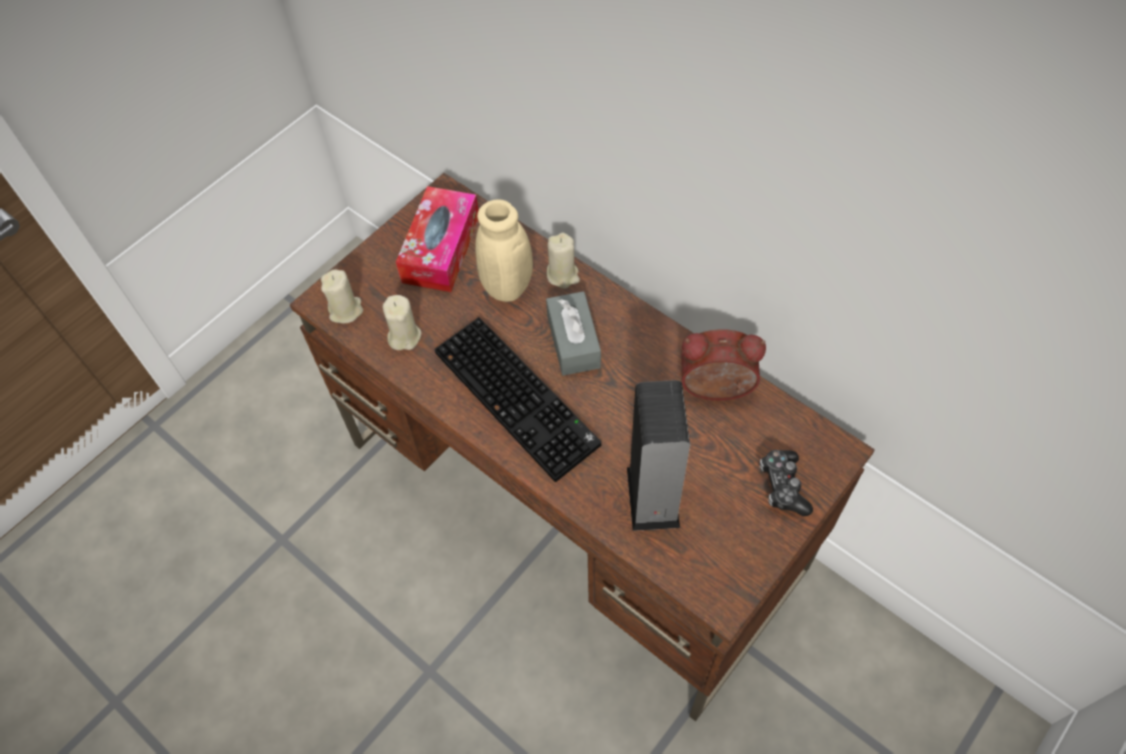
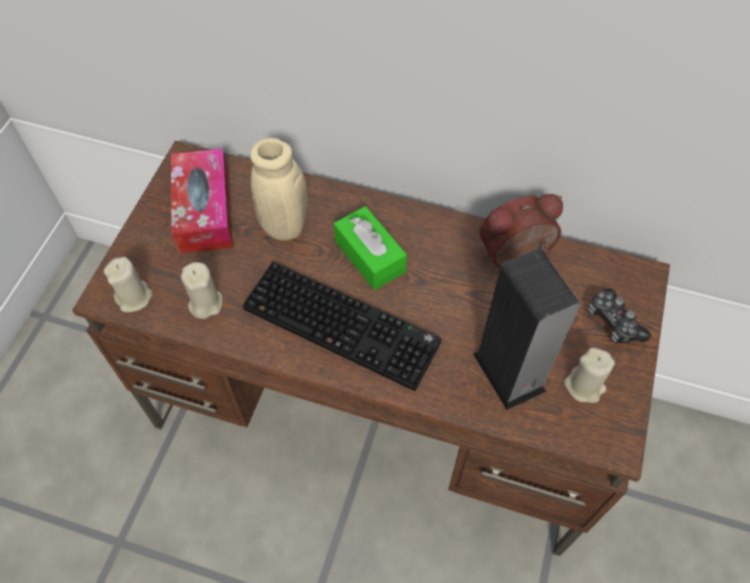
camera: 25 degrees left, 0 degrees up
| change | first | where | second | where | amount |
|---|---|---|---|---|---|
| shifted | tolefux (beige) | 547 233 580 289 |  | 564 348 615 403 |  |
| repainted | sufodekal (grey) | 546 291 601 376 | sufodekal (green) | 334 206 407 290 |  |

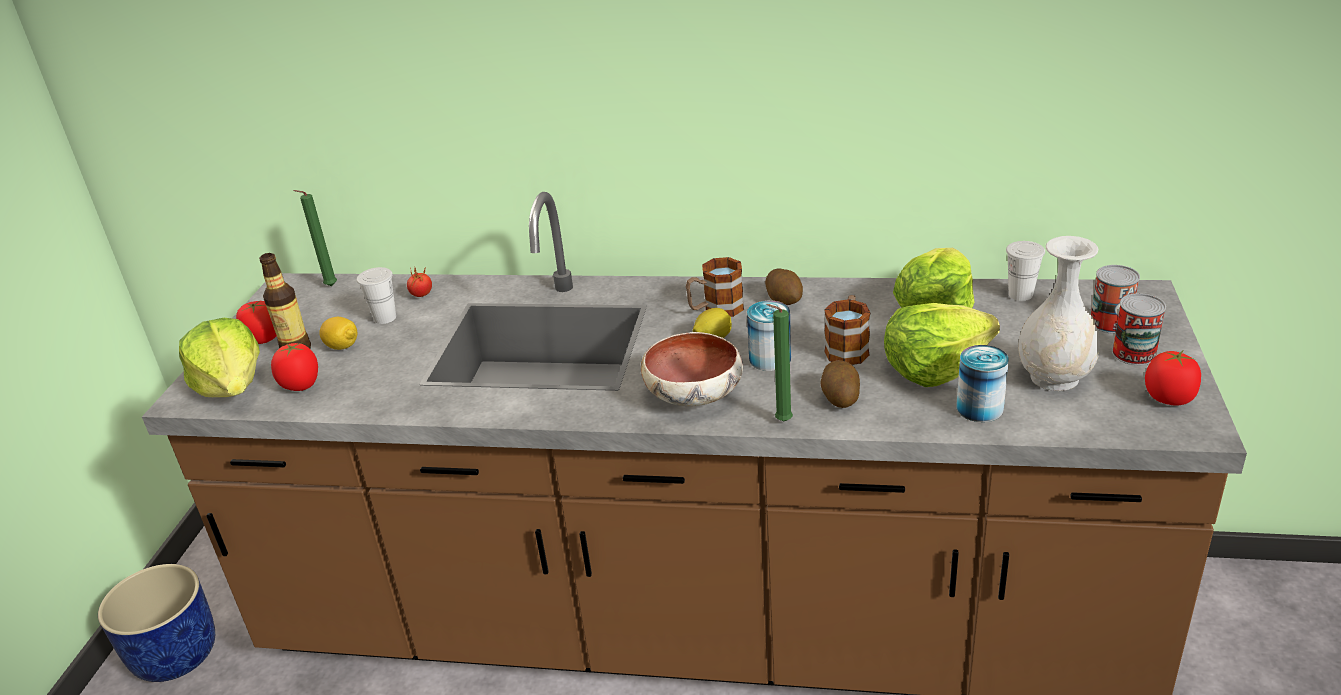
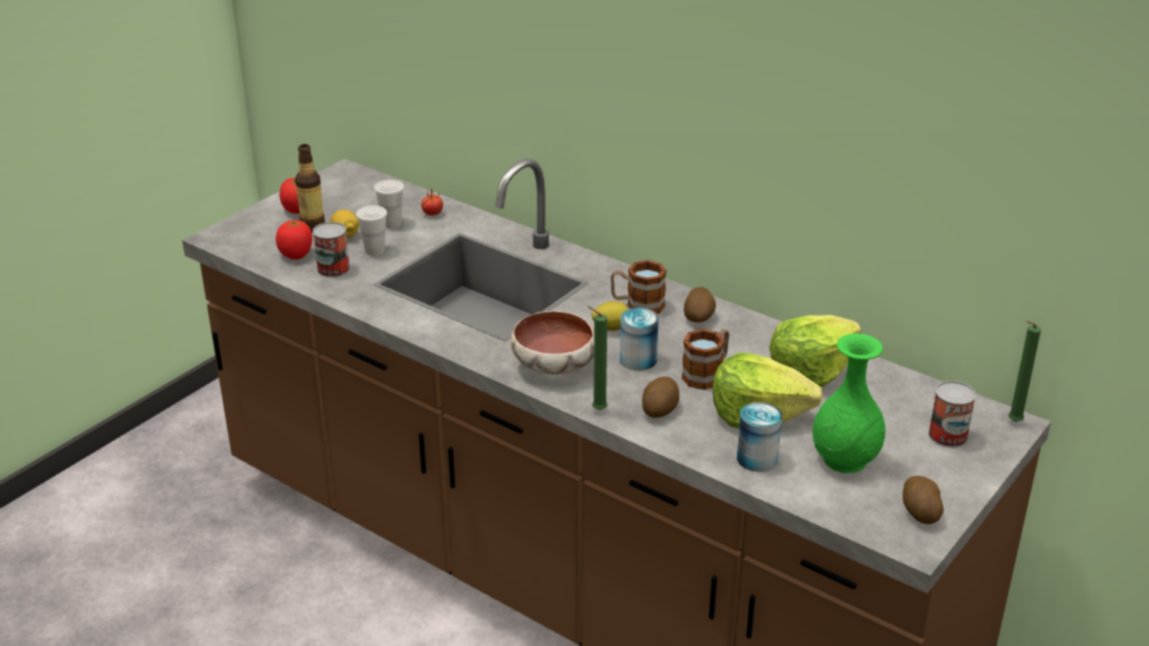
camera: 25 degrees right, 0 degrees up
| change | first | where | second | where | amount |
|---|---|---|---|---|---|
| gone | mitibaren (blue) | 98 564 215 682 |  |  |  |
| gone | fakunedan | 179 318 260 397 |  |  |  |
| shifted | tolefux (green) | 294 190 337 286 |  | 1008 321 1041 422 |  |
| shifted | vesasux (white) | 1006 241 1045 301 |  | 356 206 387 256 |  |
| shifted | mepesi | 1112 293 1166 365 |  | 313 222 350 278 |  |
| swapped | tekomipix | 1145 351 1201 406 | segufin | 903 476 944 524 |  |
| repainted | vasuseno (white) | 1018 236 1100 391 | vasuseno (green) | 813 333 885 473 |  |

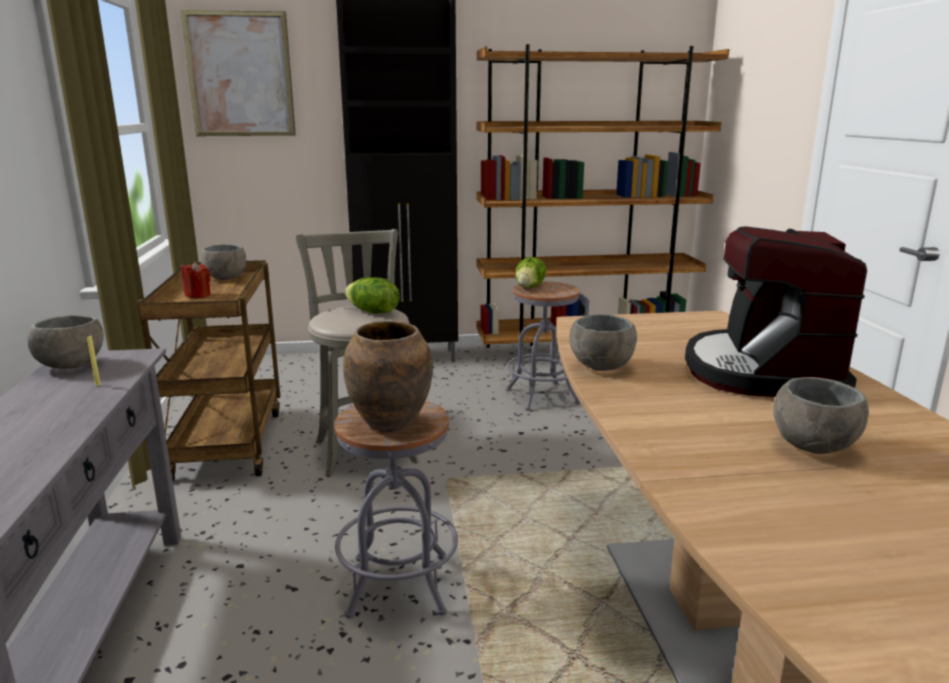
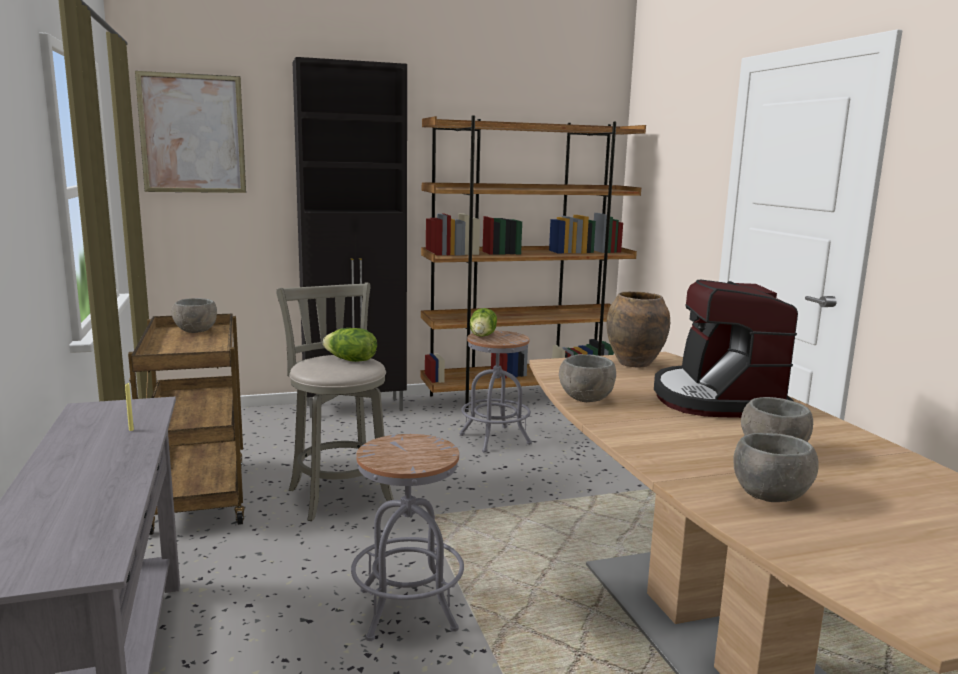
camera: 10 degrees left, 5 degrees down
| change | first | where | second | where | amount |
|---|---|---|---|---|---|
| gone | tolefux (red) | 182 262 211 298 |  |  |  |
| shifted | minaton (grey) | 28 315 104 369 |  | 733 433 819 502 |  |
| shifted | vasuseno (brown) | 343 321 433 432 |  | 607 291 670 368 |  |

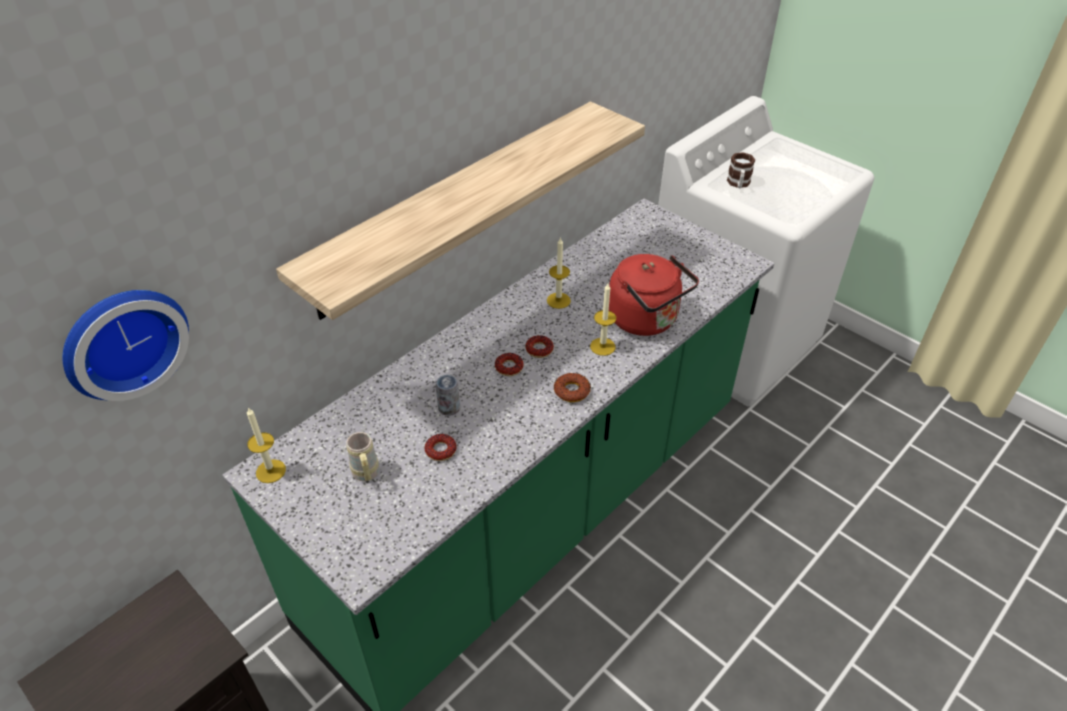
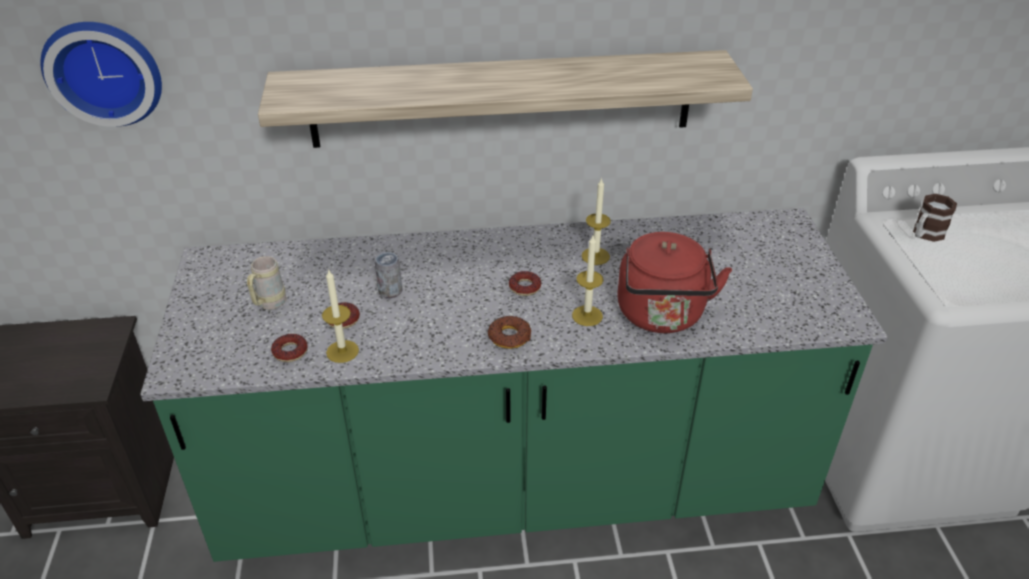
camera: 40 degrees right, 5 degrees down
| change | first | where | second | where | amount |
|---|---|---|---|---|---|
| shifted | tolefux | 247 408 286 483 |  | 322 269 359 363 |  |
| shifted | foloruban | 495 353 524 376 |  | 271 334 308 362 |  |

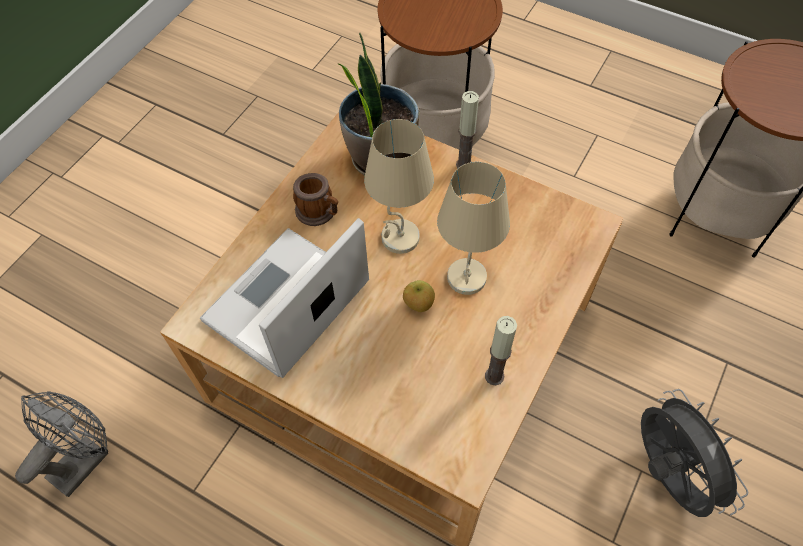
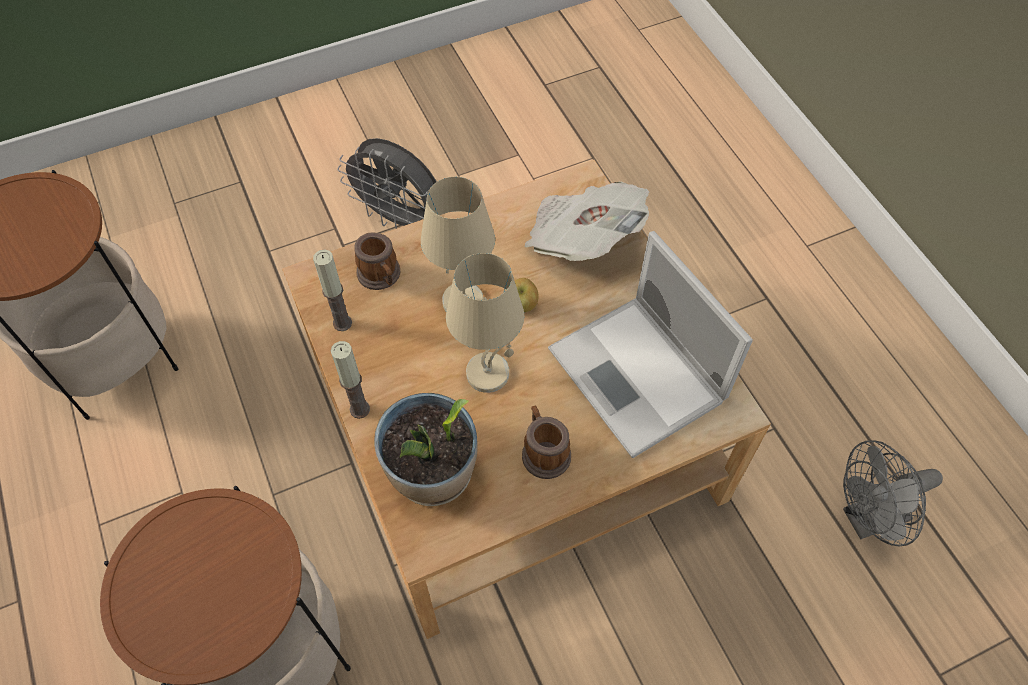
camera: 145 degrees left, 0 degrees up
| change | first | where | second | where | amount |
|---|---|---|---|---|---|
| new |  |  | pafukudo | 354 233 400 290 |  |
| new |  |  | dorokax | 524 181 649 261 |  |
| shifted | tolefux | 485 316 517 385 |  | 313 250 352 331 |  |
| rotated | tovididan | 200 218 369 378 |  | 548 231 753 458 | 75 degrees clockwise |
| rotated | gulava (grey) | 641 389 748 517 |  | 337 138 436 229 | 75 degrees counterclockwise |

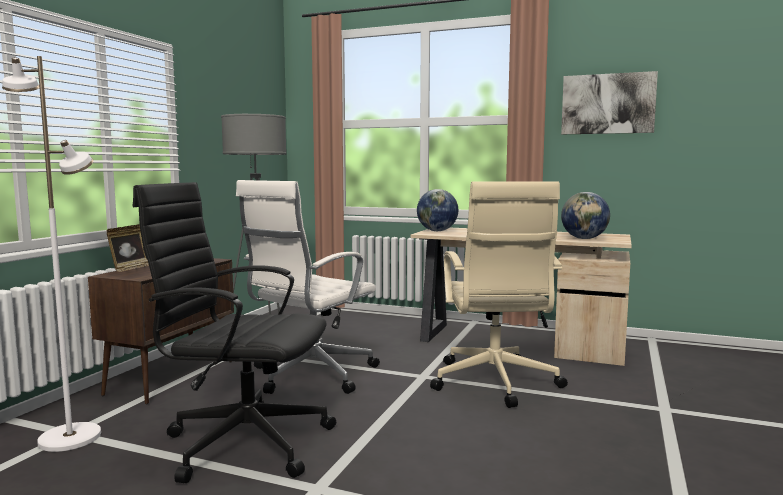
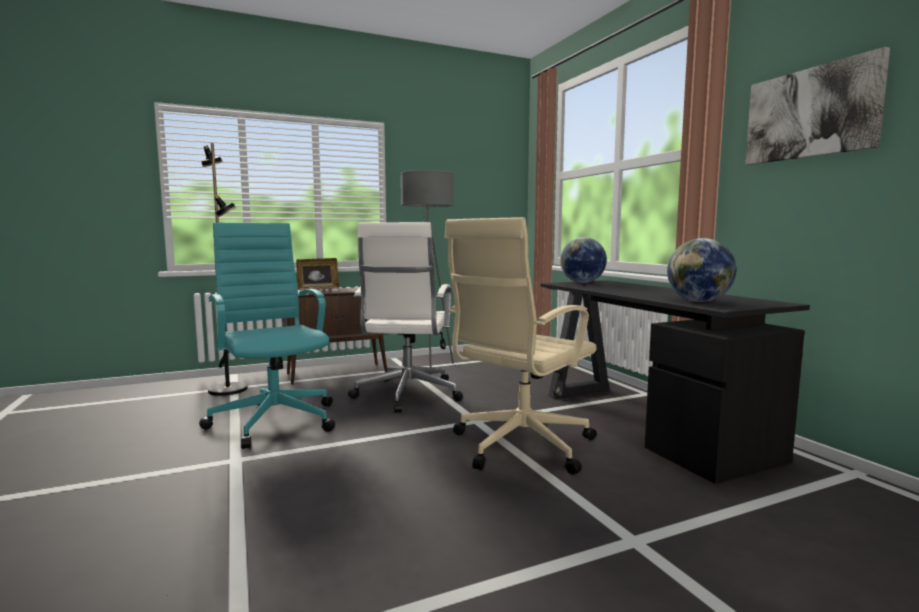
camera: 45 degrees right, 0 degrees up
| change | first | where | second | where | amount |
|---|---|---|---|---|---|
| repainted | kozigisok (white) | 2 56 101 452 | kozigisok (black) | 201 143 248 396 |  |
| repainted | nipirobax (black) | 133 182 336 483 | nipirobax (turquoise) | 199 222 335 449 |  |
| repainted | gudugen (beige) | 411 228 632 366 | gudugen (black) | 541 280 810 484 |  |
| rotated | nipirobax (white) | 236 180 380 394 |  | 348 222 463 413 | 75 degrees counterclockwise |

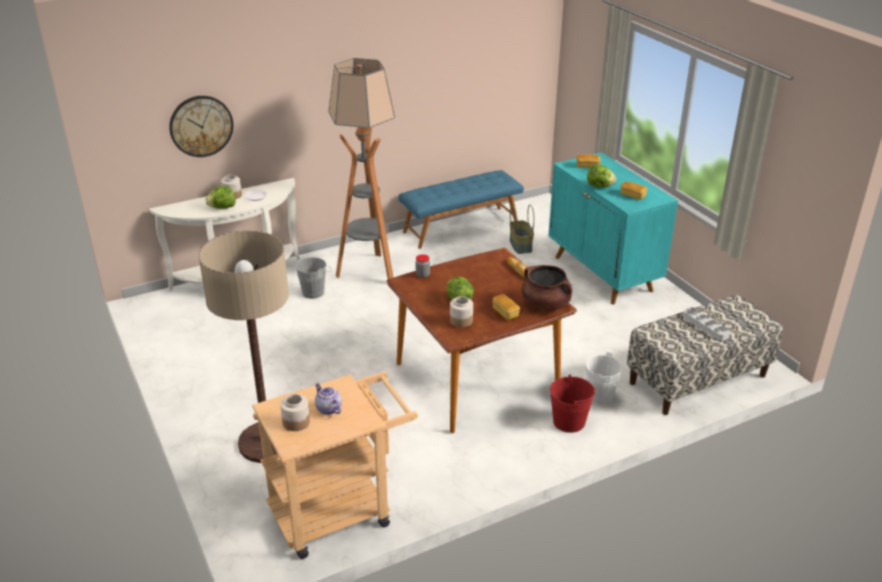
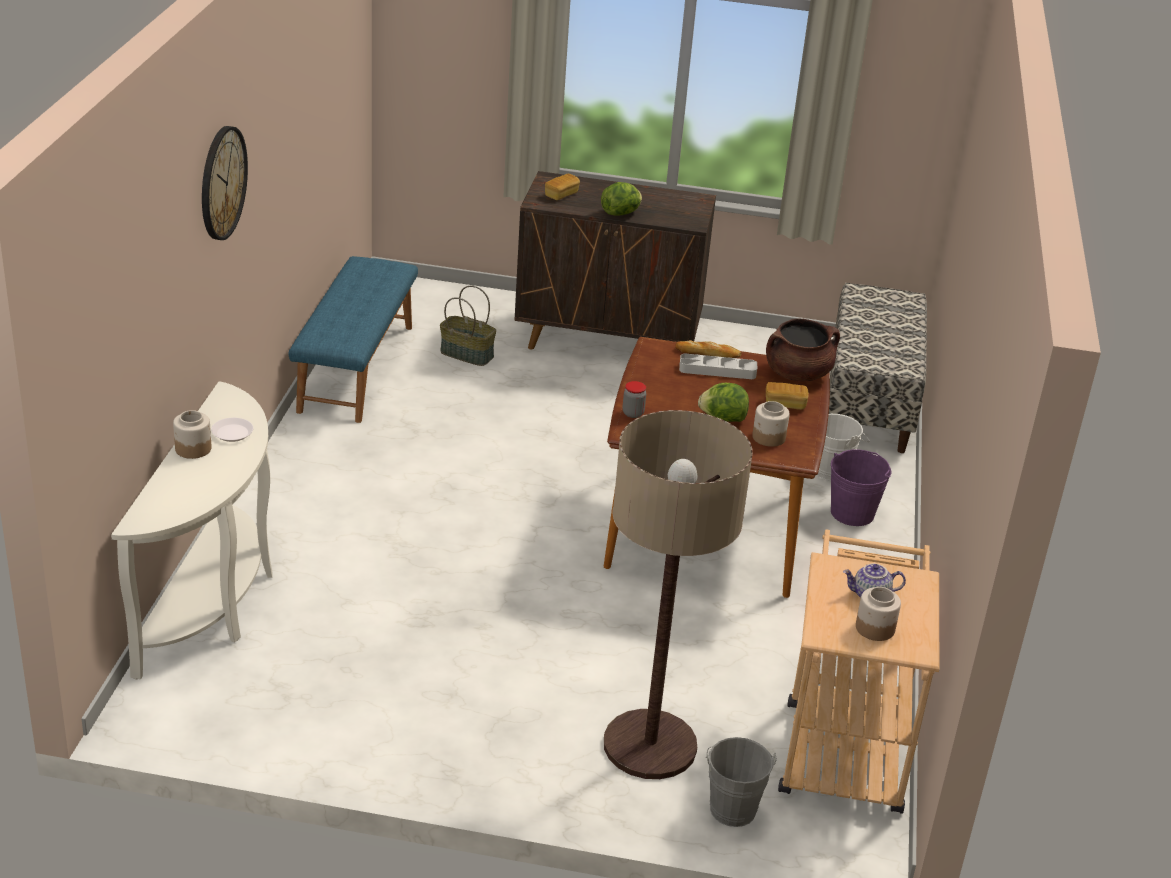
camera: 55 degrees left, 0 degrees up
| change | first | where | second | where | amount |
|---|---|---|---|---|---|
| gone | fakunedan | 206 186 236 209 |  |  |  |
| gone | kozigisok | 328 58 395 279 |  |  |  |
| gone | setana | 621 181 647 200 |  |  |  |
| shifted | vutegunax | 169 96 233 157 |  | 202 126 248 240 |  |
| shifted | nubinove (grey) | 295 256 332 299 |  | 706 737 777 827 |  |
| shifted | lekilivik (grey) | 683 307 730 341 |  | 679 354 757 379 |  |
| repainted | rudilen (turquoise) | 548 152 678 304 | rudilen (brown) | 515 171 716 350 |  |
| repainted | nubinove (red) | 550 375 596 433 | nubinove (purple) | 831 449 891 526 |  |

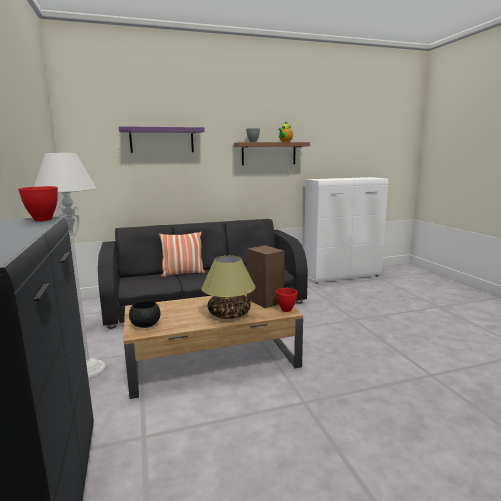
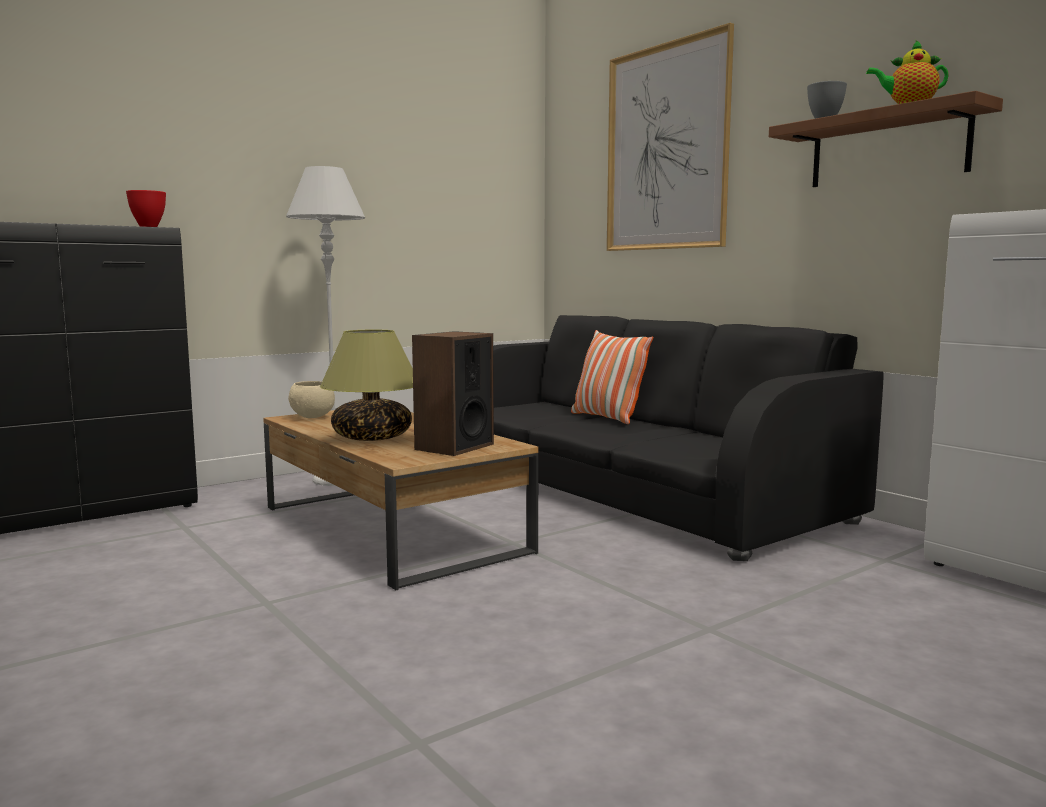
camera: 70 degrees right, 5 degrees down
| change | first | where | second | where | amount |
|---|---|---|---|---|---|
| gone | minaton (red) | 276 288 297 312 |  |  |  |
| swapped | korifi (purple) | 119 126 205 153 | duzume | 607 23 734 251 |  |
| repainted | minaton (black) | 129 301 160 328 | minaton (beige) | 288 381 335 418 |  |

